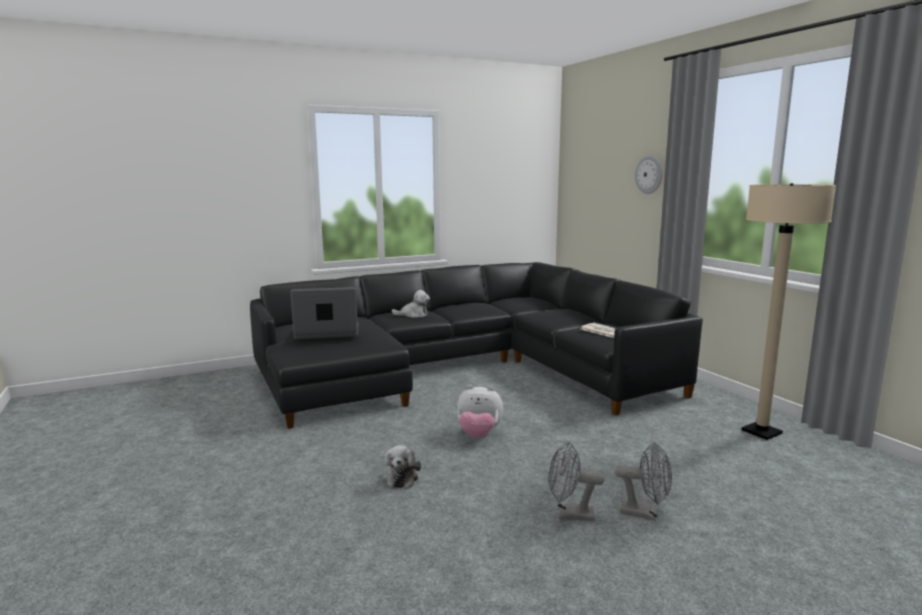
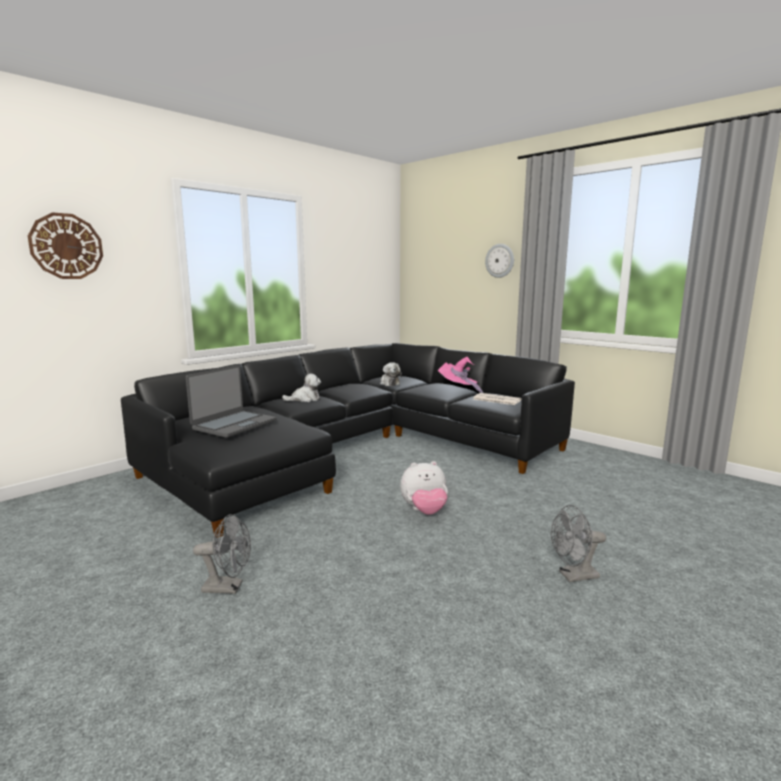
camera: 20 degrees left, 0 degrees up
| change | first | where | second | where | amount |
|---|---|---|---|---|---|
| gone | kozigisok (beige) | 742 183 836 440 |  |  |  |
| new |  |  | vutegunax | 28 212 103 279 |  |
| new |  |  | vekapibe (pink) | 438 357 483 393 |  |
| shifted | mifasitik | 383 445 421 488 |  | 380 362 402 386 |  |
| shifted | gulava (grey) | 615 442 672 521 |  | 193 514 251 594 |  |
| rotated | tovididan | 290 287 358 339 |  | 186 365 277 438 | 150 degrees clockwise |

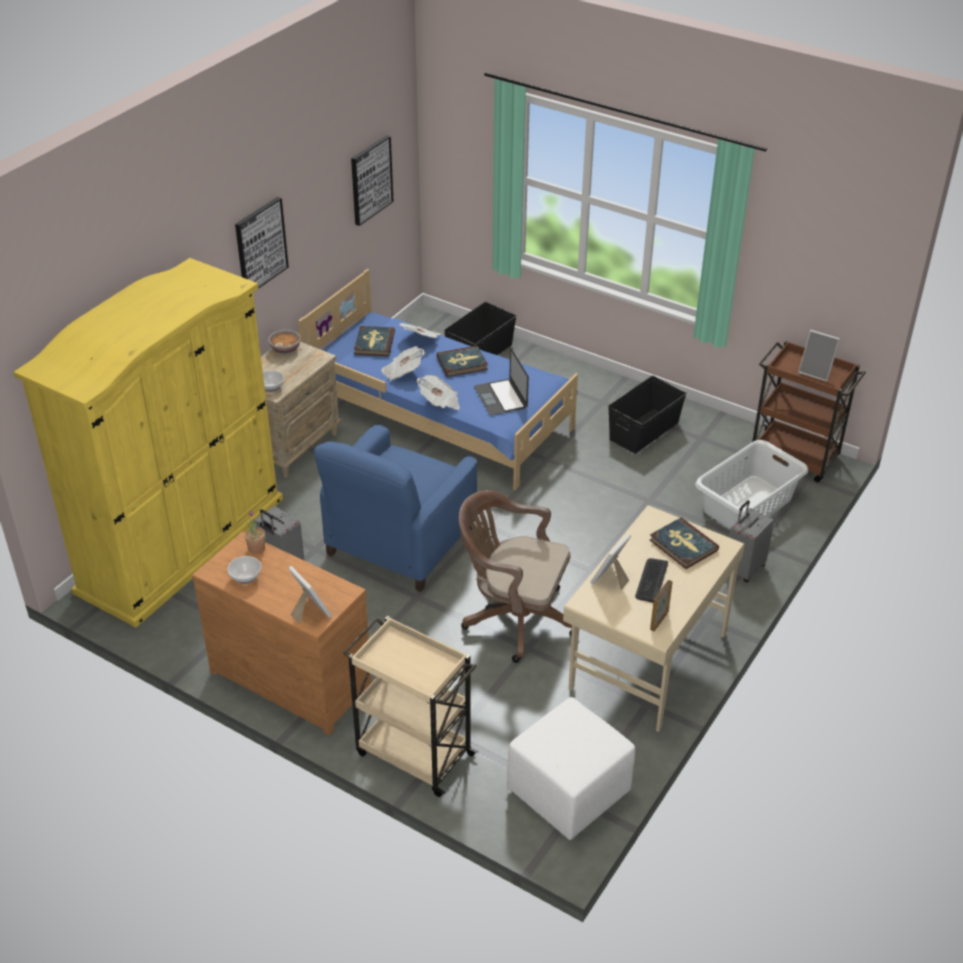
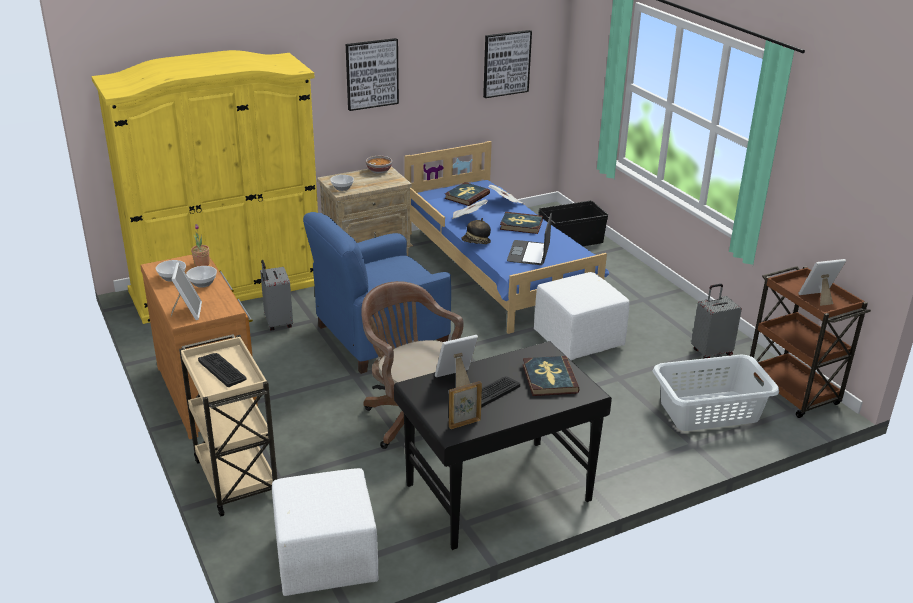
camera: 30 degrees right, 10 degrees down
| change | first | where | second | where | amount |
|---|---|---|---|---|---|
| gone | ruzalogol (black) | 608 376 686 454 |  |  |  |
| new |  |  | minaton | 186 266 217 288 |  |
| new |  |  | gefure | 198 353 247 387 |  |
| new |  |  | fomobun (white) | 534 272 629 360 |  |
| shifted | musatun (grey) | 729 500 775 582 |  | 691 284 742 359 |  |
| swapped | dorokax | 417 375 460 410 | vekapibe | 461 218 491 244 |  |
| repainted | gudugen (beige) | 563 505 745 732 | gudugen (black) | 394 341 612 550 |  |
| rotated | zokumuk | 798 330 840 382 |  | 799 259 846 306 | 105 degrees clockwise |

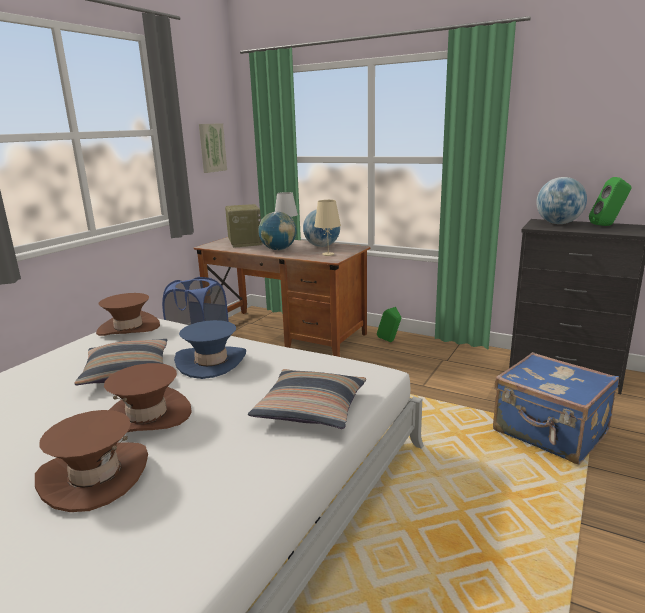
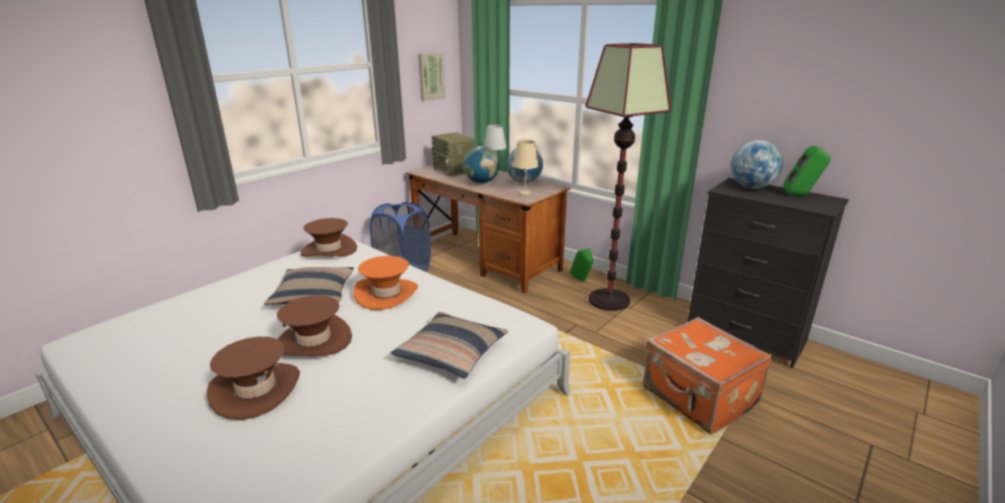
camera: 10 degrees right, 5 degrees up
| change | first | where | second | where | amount |
|---|---|---|---|---|---|
| new |  |  | kozigisok | 585 43 671 311 |  |
| repainted | vekapibe (blue) | 174 320 246 379 | vekapibe (orange) | 354 256 418 310 |  |
| repainted | musatun (blue) | 493 352 619 464 | musatun (orange) | 643 317 772 435 |  |
| rotated | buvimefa | 225 204 263 248 |  | 432 132 475 177 | 150 degrees clockwise |

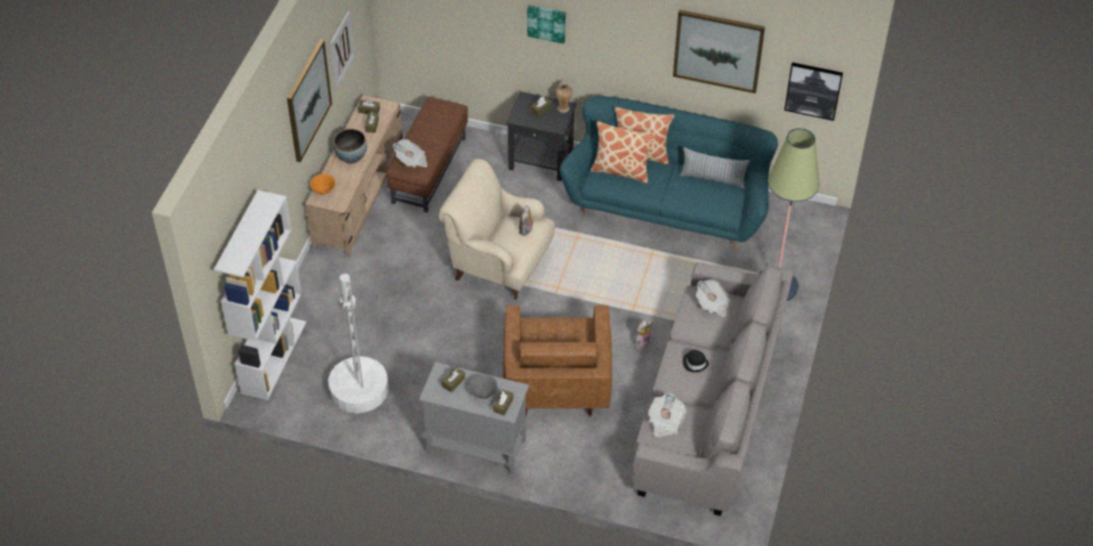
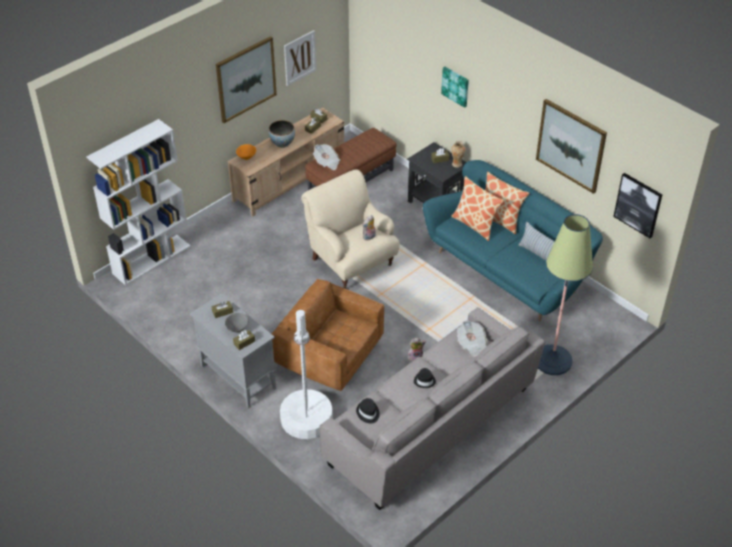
camera: 30 degrees right, 5 degrees down
| change | first | where | second | where | amount |
|---|---|---|---|---|---|
| shifted | kozigisok (white) | 328 274 389 413 |  | 280 310 333 439 |  |
| swapped | dorokax | 648 393 686 437 | vekapibe (black) | 356 398 380 424 |  |
| rotated | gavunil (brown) | 503 305 612 416 |  | 272 279 384 391 | 90 degrees clockwise |

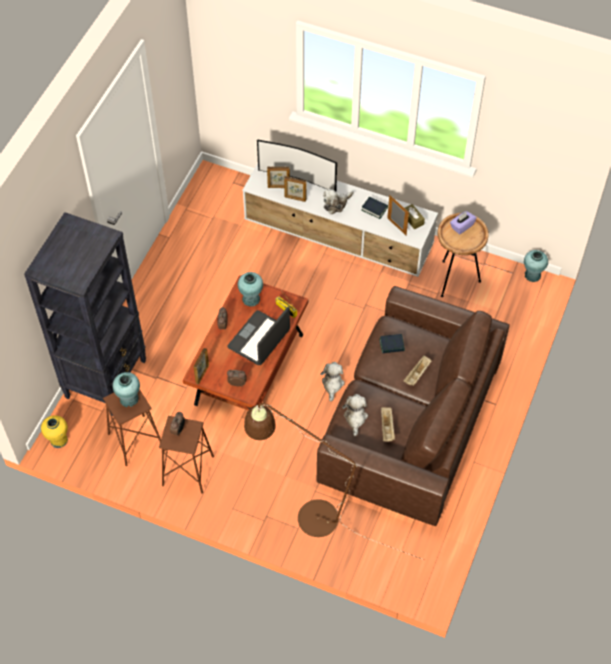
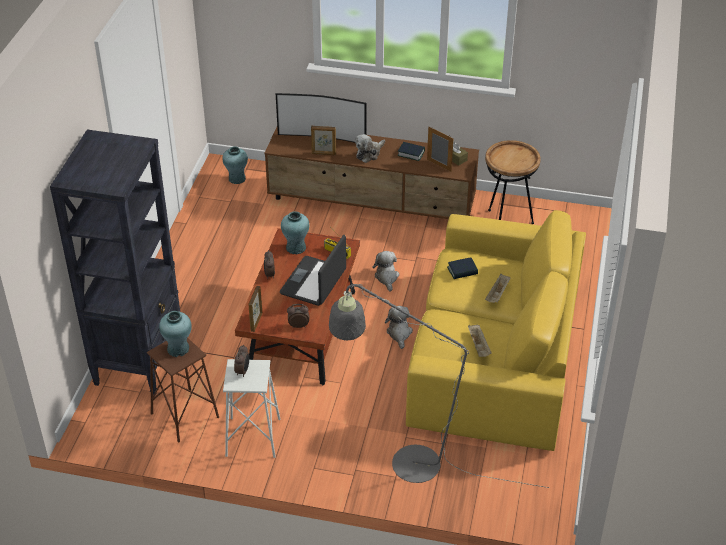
camera: 10 degrees left, 15 degrees down
| change | first | where | second | where | amount |
|---|---|---|---|---|---|
| gone | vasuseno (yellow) | 41 415 68 448 |  |  |  |
| gone | zokumuk | 267 167 290 188 |  |  |  |
| gone | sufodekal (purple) | 450 211 477 234 |  |  |  |
| shifted | mifasitik | 342 394 368 437 |  | 373 251 399 292 |  |
| shifted | vasuseno (turquoise) | 524 250 548 282 |  | 222 146 248 184 |  |
| repainted | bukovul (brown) | 159 416 214 494 | bukovul (white) | 223 359 281 458 |  |
| repainted | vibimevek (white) | 242 163 438 277 | vibimevek (brown) | 265 127 479 219 |  |
| repainted | kozigisok (brown) | 244 403 424 560 | kozigisok (grey) | 329 284 550 488 |  |
| repainted | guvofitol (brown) | 317 286 510 526 | guvofitol (yellow) | 406 210 586 451 |  |

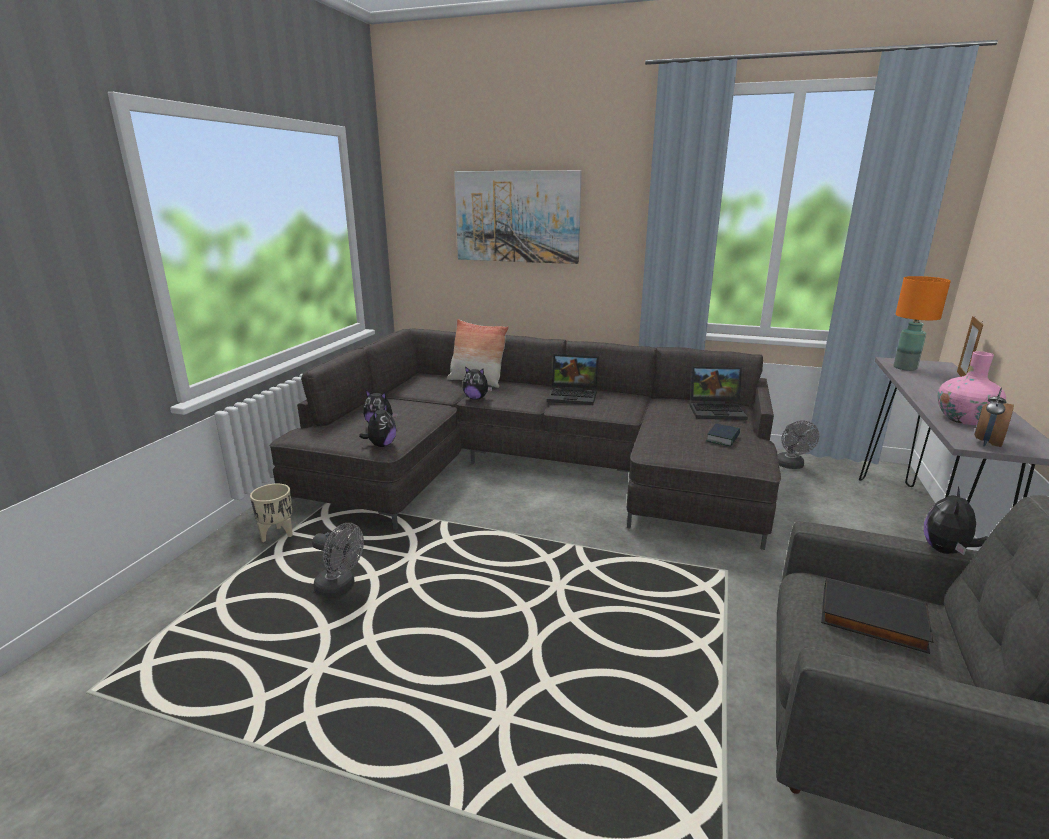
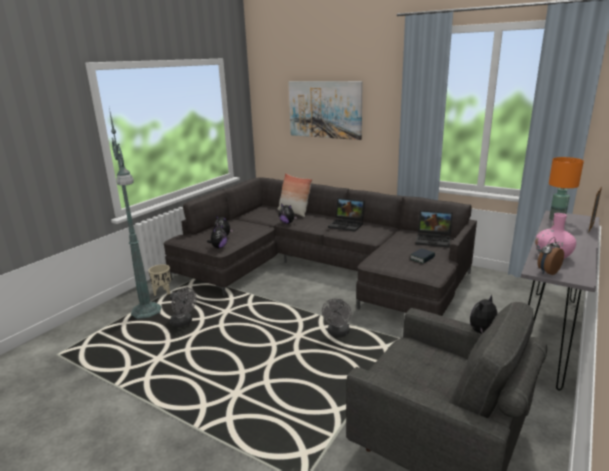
camera: 15 degrees right, 0 degrees up
| change | first | where | second | where | amount |
|---|---|---|---|---|---|
| gone | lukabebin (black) | 821 578 933 654 |  |  |  |
| new |  |  | kozigisok (green) | 109 108 161 319 |  |
| shifted | gulava (grey) | 777 420 819 469 |  | 322 298 352 337 |  |

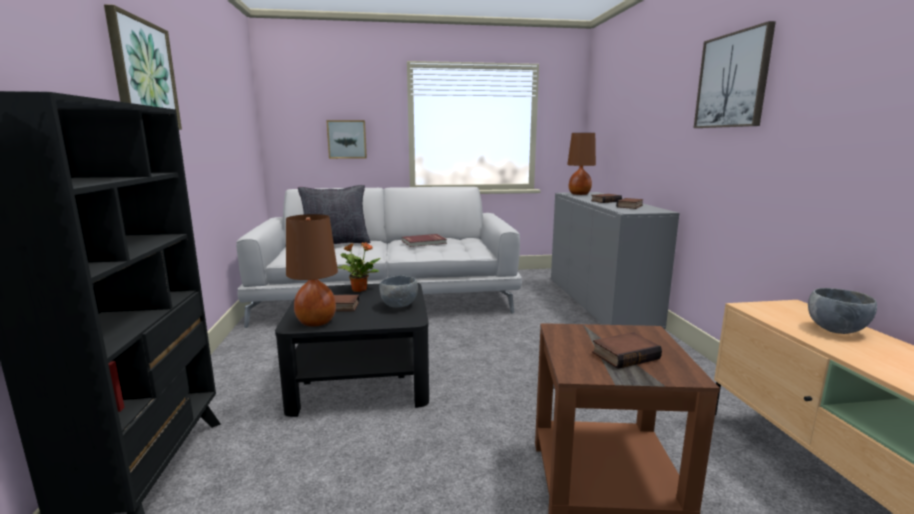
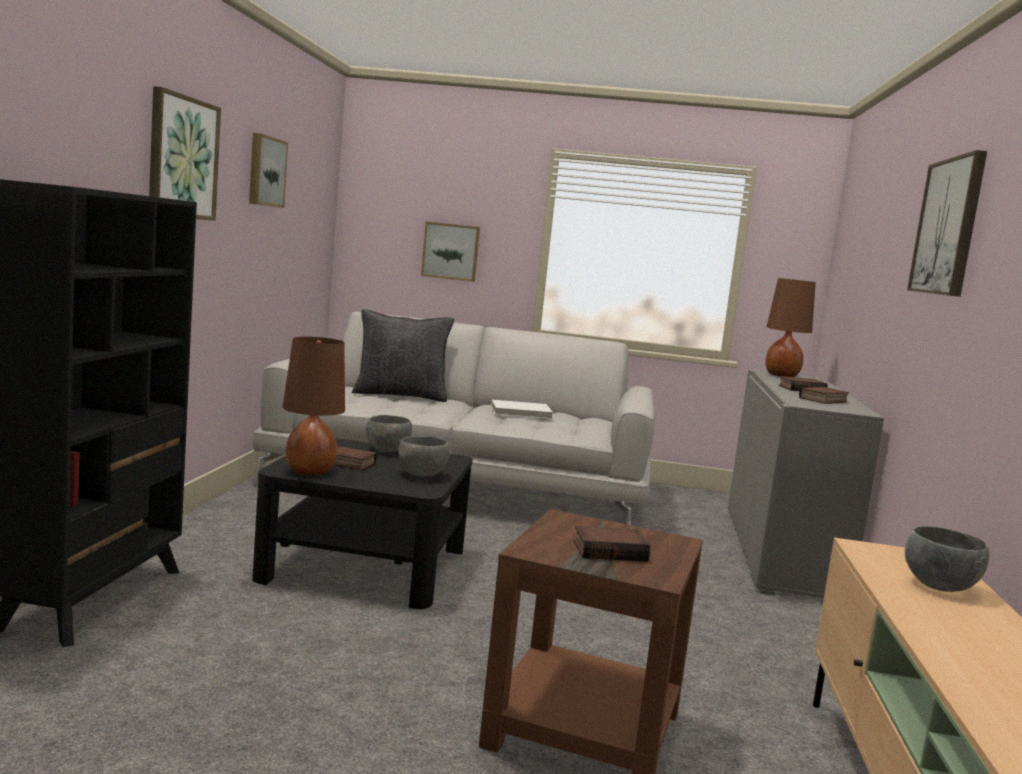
camera: 15 degrees right, 5 degrees down
| change | first | where | second | where | amount |
|---|---|---|---|---|---|
| new |  |  | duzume | 249 133 288 208 |  |
| swapped | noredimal | 337 242 380 292 | minaton (grey) | 366 415 412 452 |  |
| repainted | lukabebin (red) | 402 234 447 247 | lukabebin (white) | 491 400 553 419 |  |

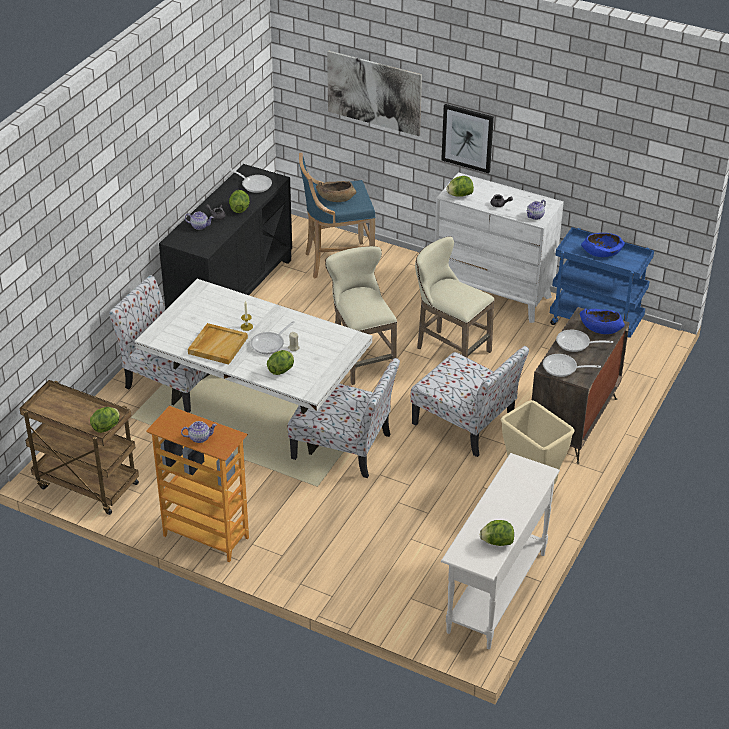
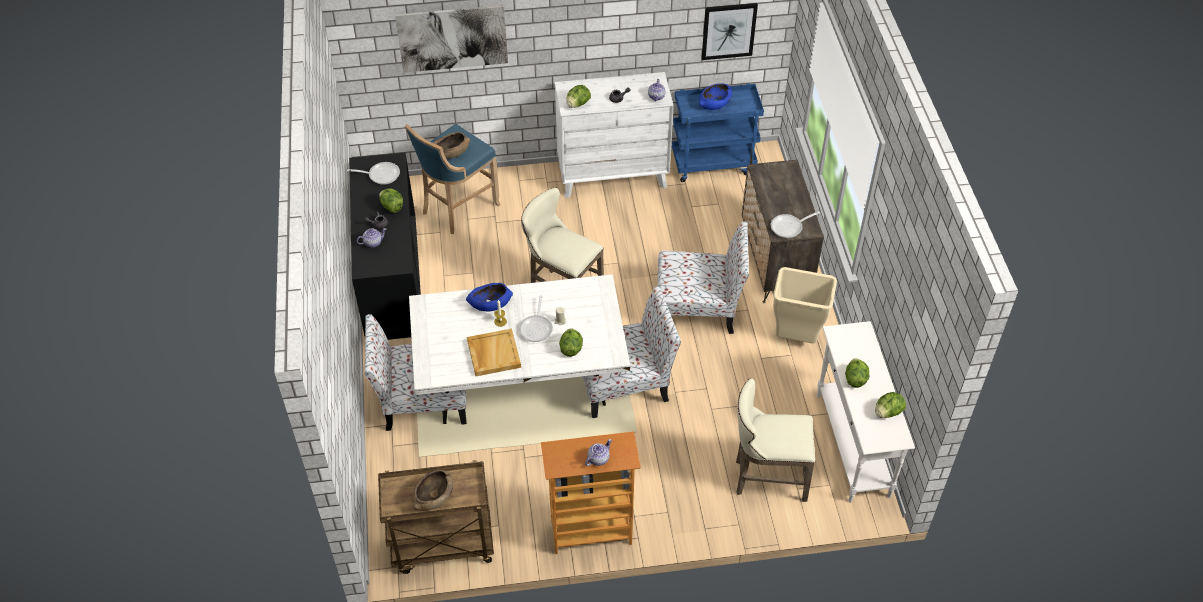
camera: 35 degrees left, 10 degrees up
| change | first | where | second | where | amount |
|---|---|---|---|---|---|
| gone | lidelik | 556 330 613 352 |  |  |  |
| new |  |  | minaton (brown) | 412 470 453 511 |  |
| shifted | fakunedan | 90 407 120 433 |  | 845 359 869 388 |  |
| shifted | bukovul (beige) | 415 236 495 358 |  | 736 378 815 502 |  |
| shifted | duzume | 441 104 494 173 |  | 702 3 758 60 |  |
| shifted | minaton (blue) | 580 309 625 334 |  | 466 283 513 312 |  |

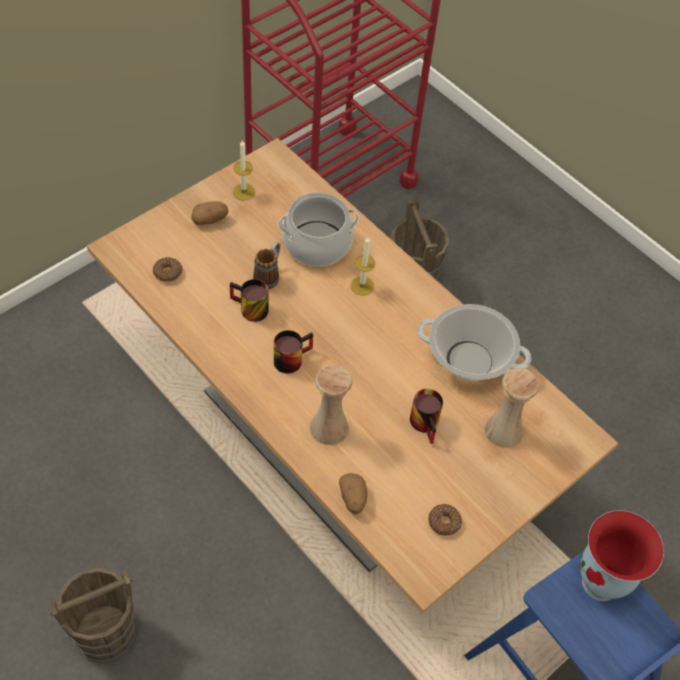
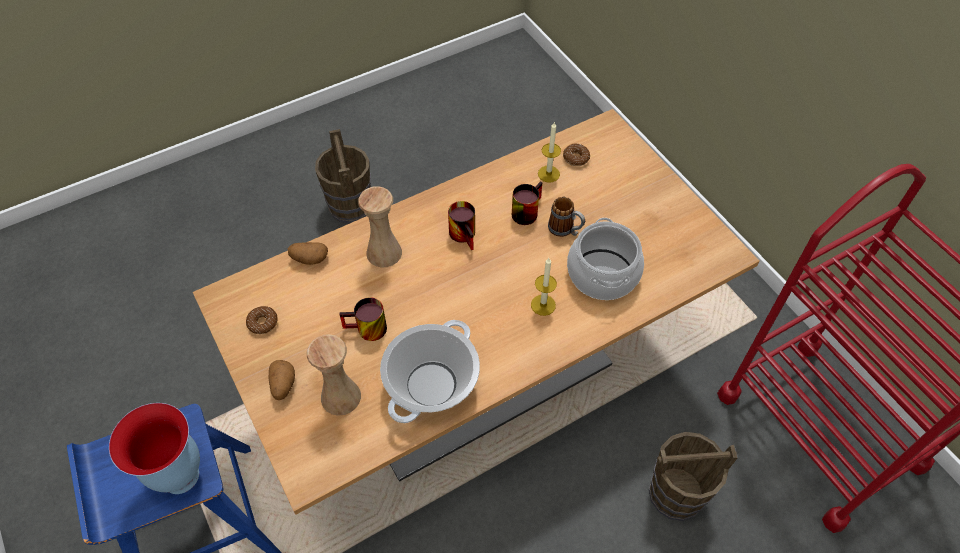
camera: 105 degrees right, 0 degrees up
| change | first | where | second | where | amount |
|---|---|---|---|---|---|
| shifted | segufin | 191 201 228 225 |  | 268 360 295 400 |  |
| shifted | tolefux | 233 140 255 201 |  | 538 122 561 182 |  |

